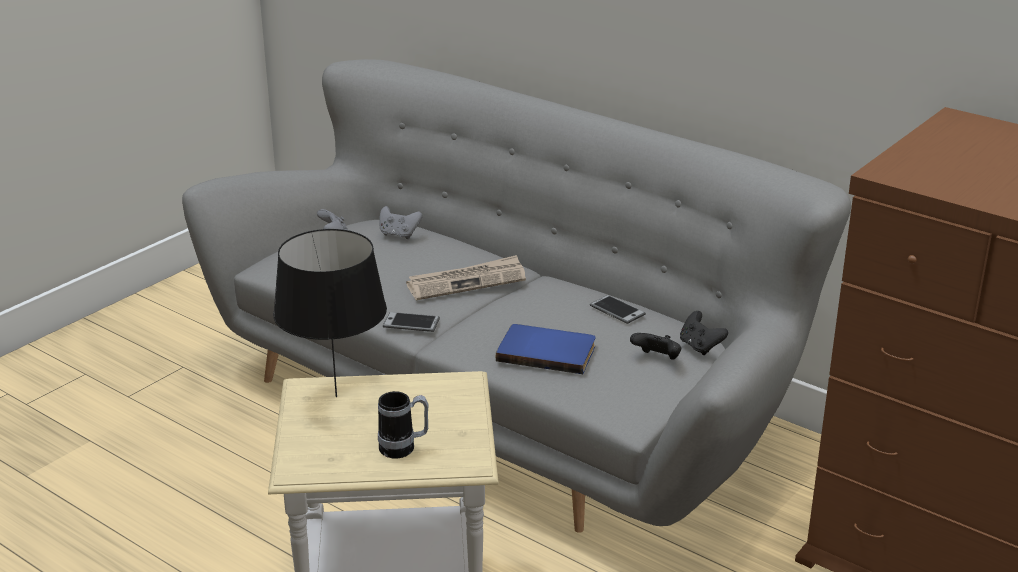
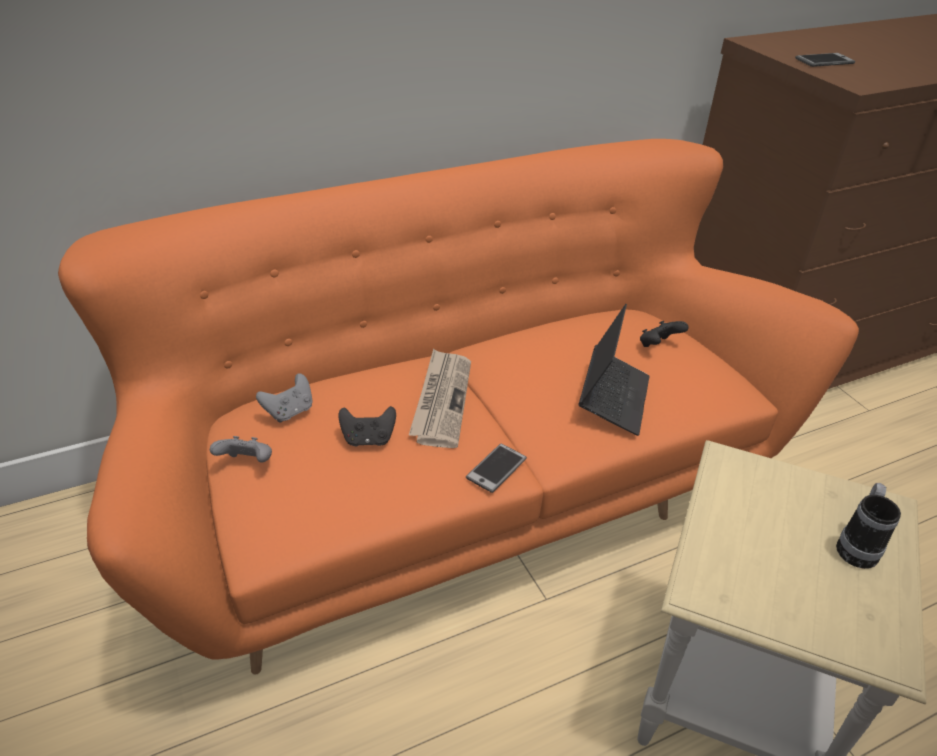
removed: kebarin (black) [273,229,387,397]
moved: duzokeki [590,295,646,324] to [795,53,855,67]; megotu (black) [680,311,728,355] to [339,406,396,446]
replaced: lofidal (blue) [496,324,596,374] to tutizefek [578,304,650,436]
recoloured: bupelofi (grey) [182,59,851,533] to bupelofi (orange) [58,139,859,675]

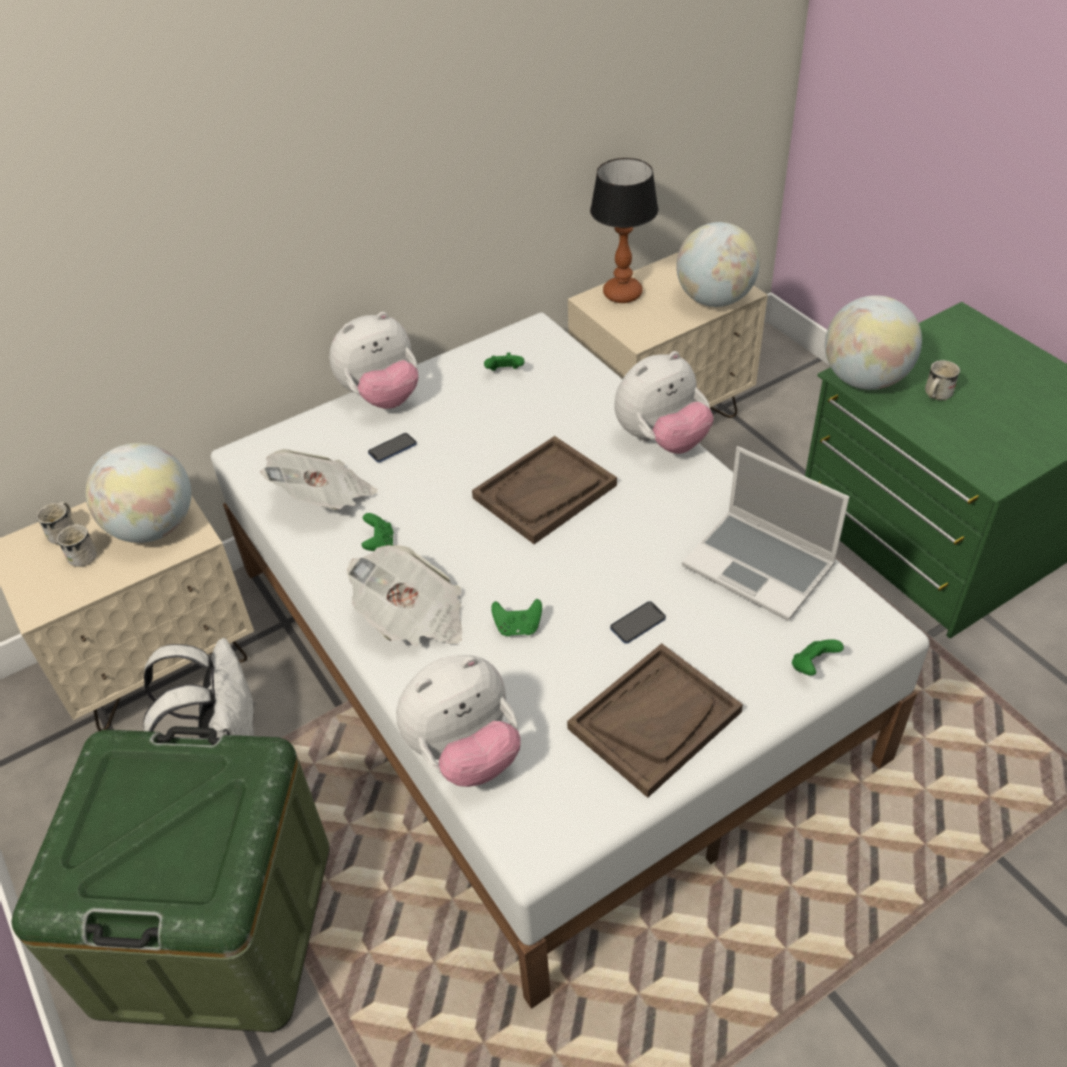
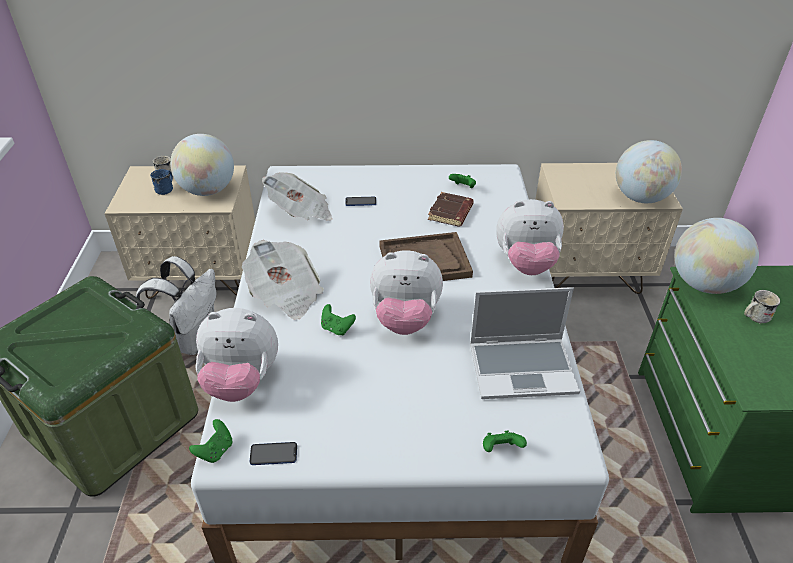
removed: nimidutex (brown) [567,643,743,798]; kebarin [590,158,658,303]
added: lofidal (brown) [428,192,474,227]
moved: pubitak [329,312,418,409] to [370,250,443,335]; megotu (green) [361,513,394,551] to [189,419,232,463]; duzokeki [610,601,666,644] to [249,442,297,465]
recoloured: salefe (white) [57,524,97,567] to salefe (blue) [150,169,173,195]
turned: tutizefek [682,446,849,621] = [470,287,580,399] 75 degrees counterclockwise

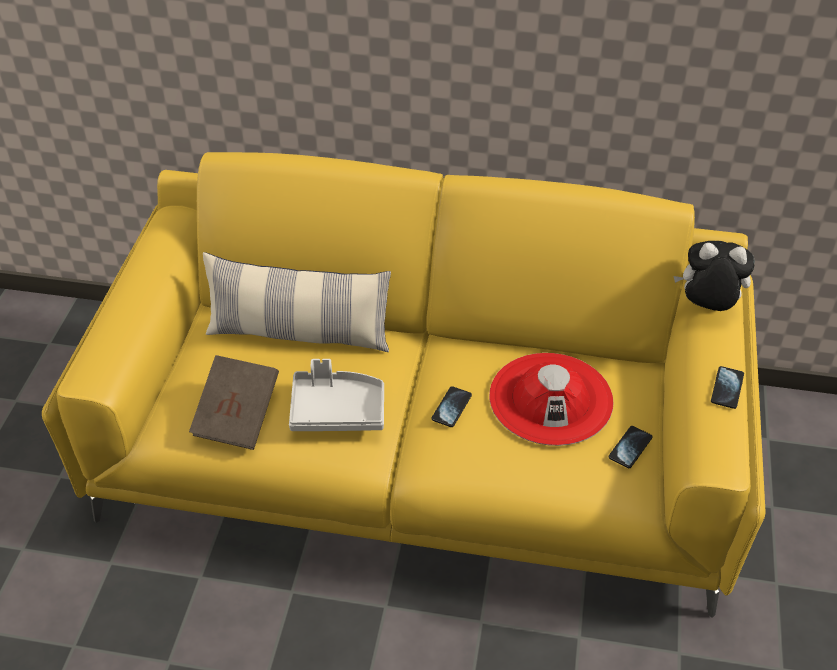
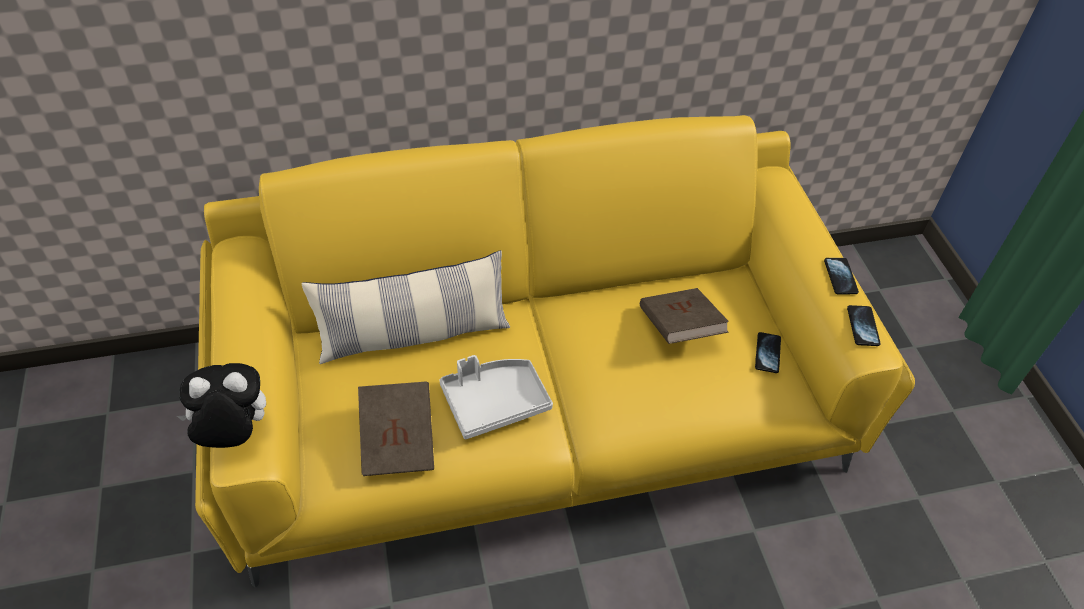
moved: duzokeki [432,386,472,427] to [847,305,881,346]; pubitak [673,241,755,311] to [177,363,266,448]
replaced: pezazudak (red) [489,353,613,446] to lofidal (brown) [640,288,729,344]

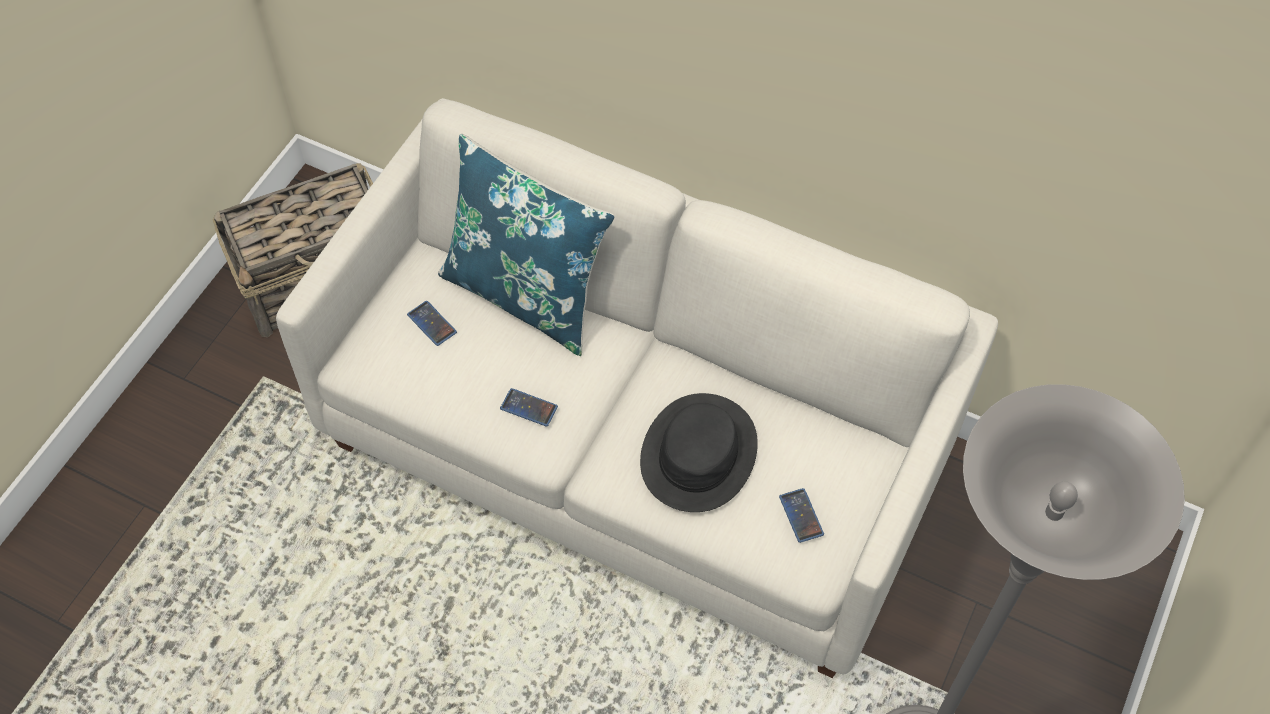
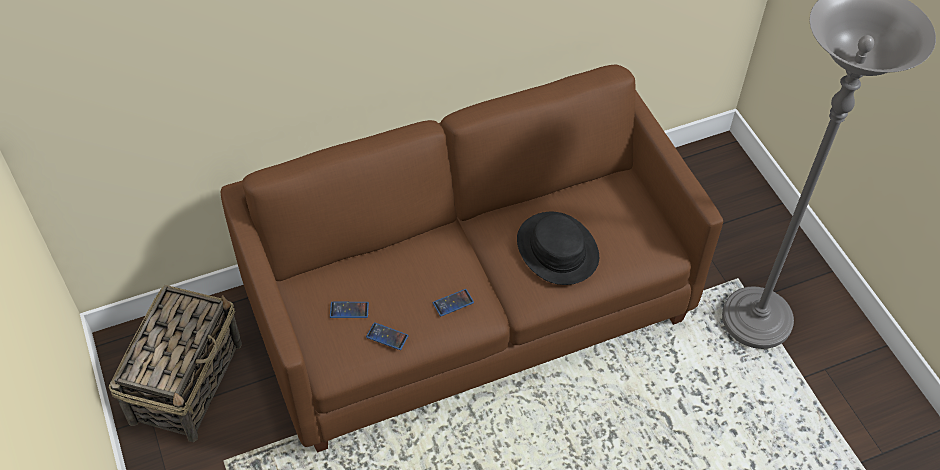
removed: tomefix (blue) [438,134,615,356]
moved: duzokeki [779,488,824,543] to [366,322,409,350]
recoloured: bupelofi (white) [276,98,998,678] to bupelofi (brown) [221,65,723,453]

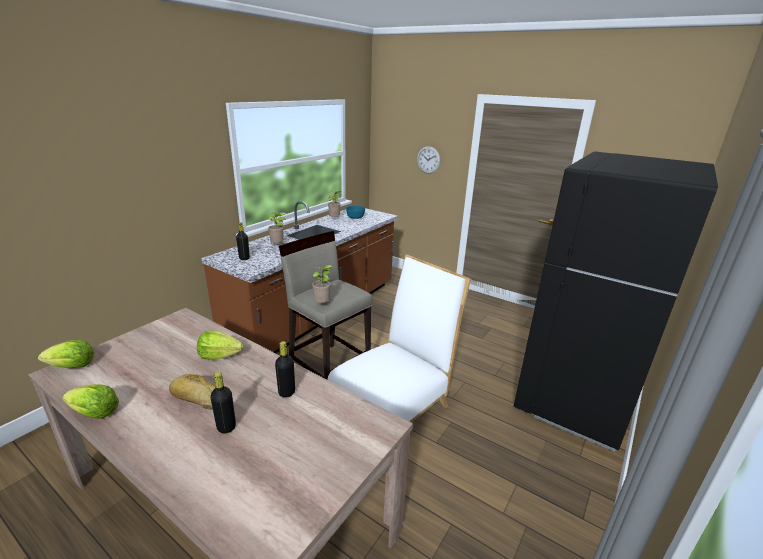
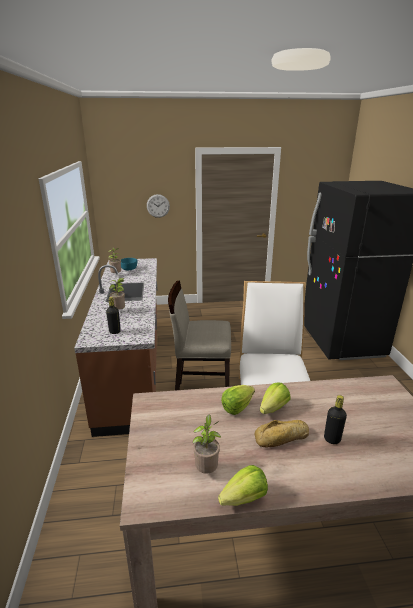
removed: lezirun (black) [275,341,295,398]
moved: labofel [38,340,94,368] to [260,382,291,414]; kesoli [312,265,332,303] to [192,415,221,474]

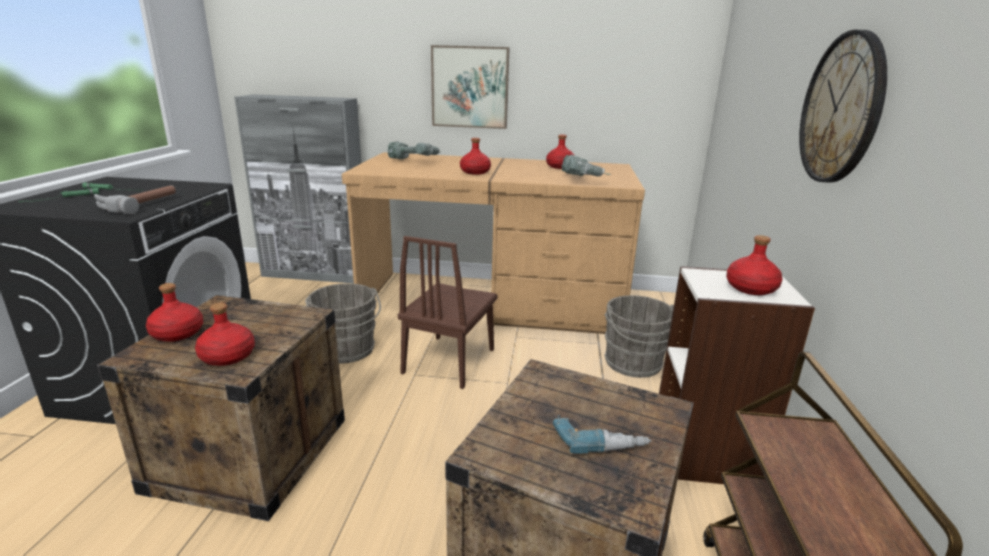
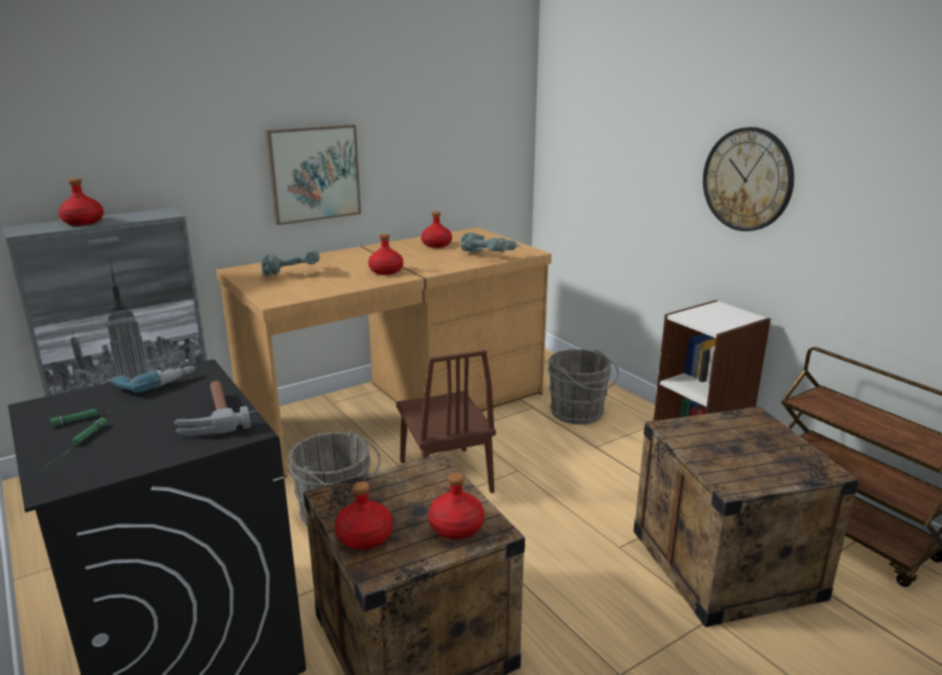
moved: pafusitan [553,415,651,454] to [111,366,196,393]; lezirun (red) [726,235,782,295] to [58,178,104,225]

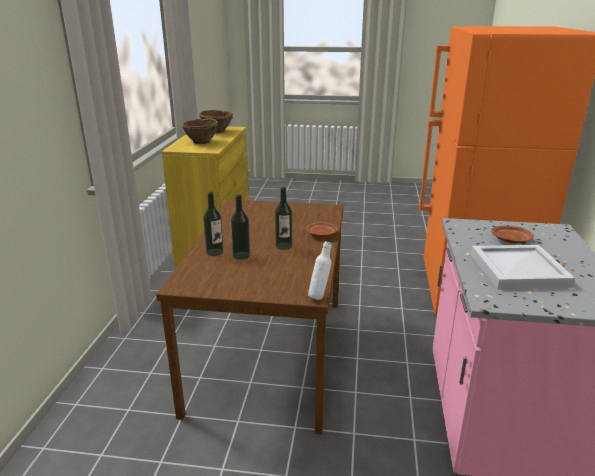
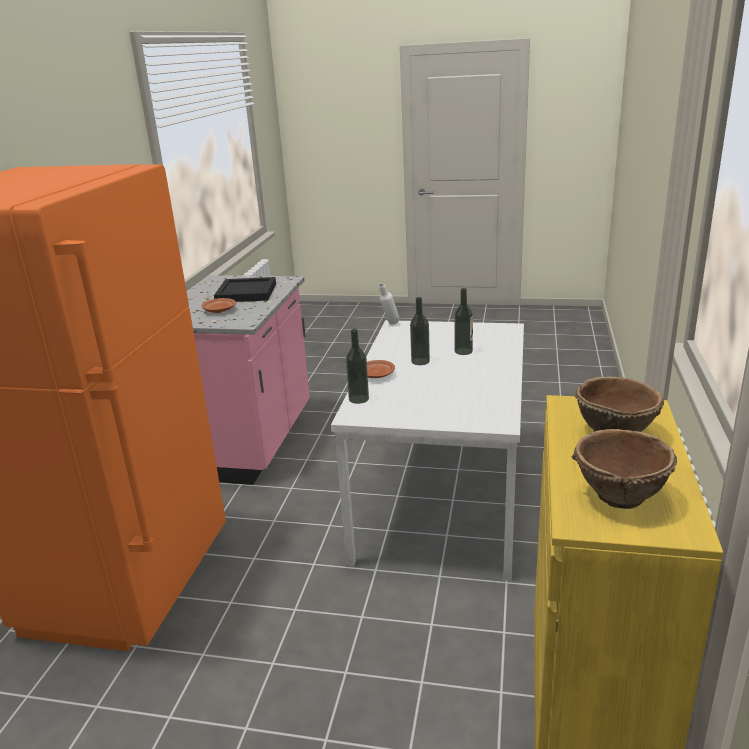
moved: lezirun [203,192,224,256] to [346,329,369,404]
recoloured: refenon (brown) [156,199,344,435] to refenon (white) [331,320,524,581]; nimidutex (white) [471,245,575,289] to nimidutex (black) [214,277,276,302]

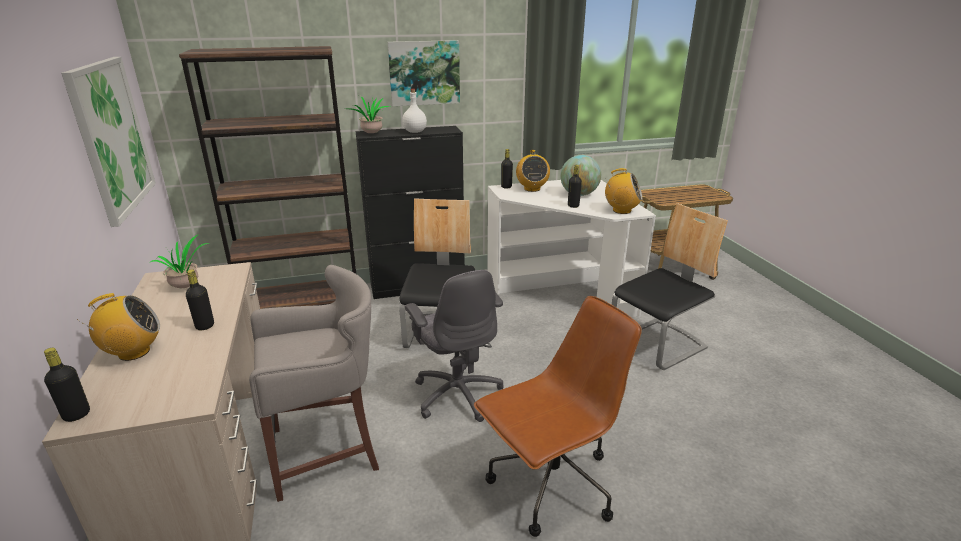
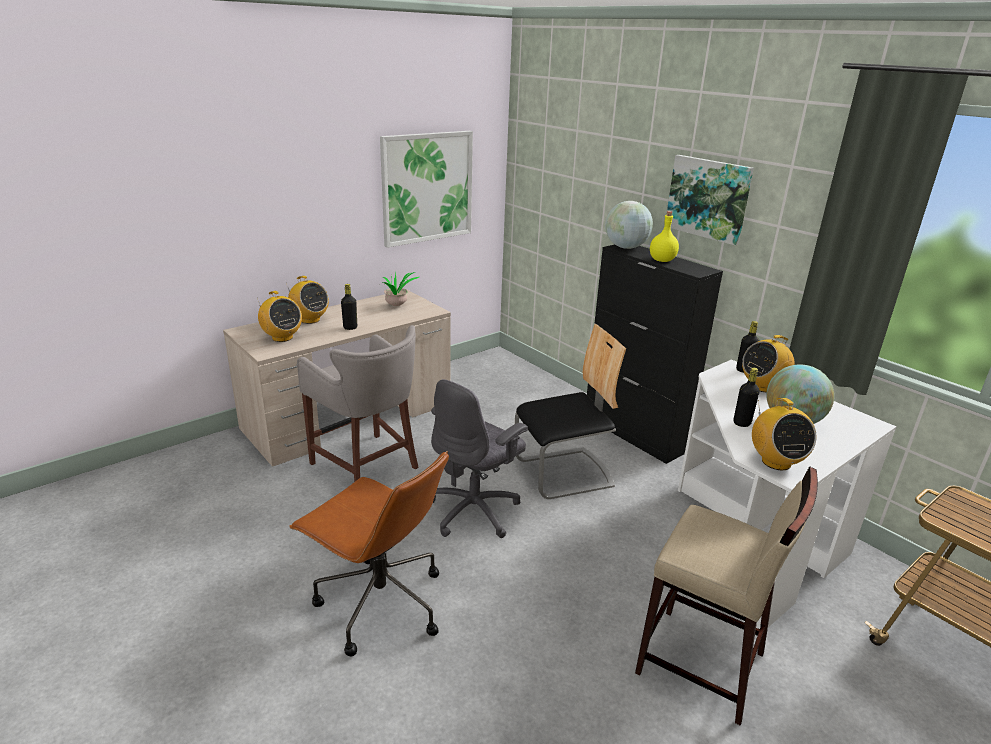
removed: lezirun (black) [44,348,90,422]; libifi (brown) [179,46,356,309]
added: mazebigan [257,291,302,342]
replaced: kesoli [350,95,390,133] to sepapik [605,201,653,249]; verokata [612,203,728,370] to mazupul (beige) [635,466,818,726]
recoloured: lezirun (white) [402,89,427,133] to lezirun (yellow) [650,211,679,262]

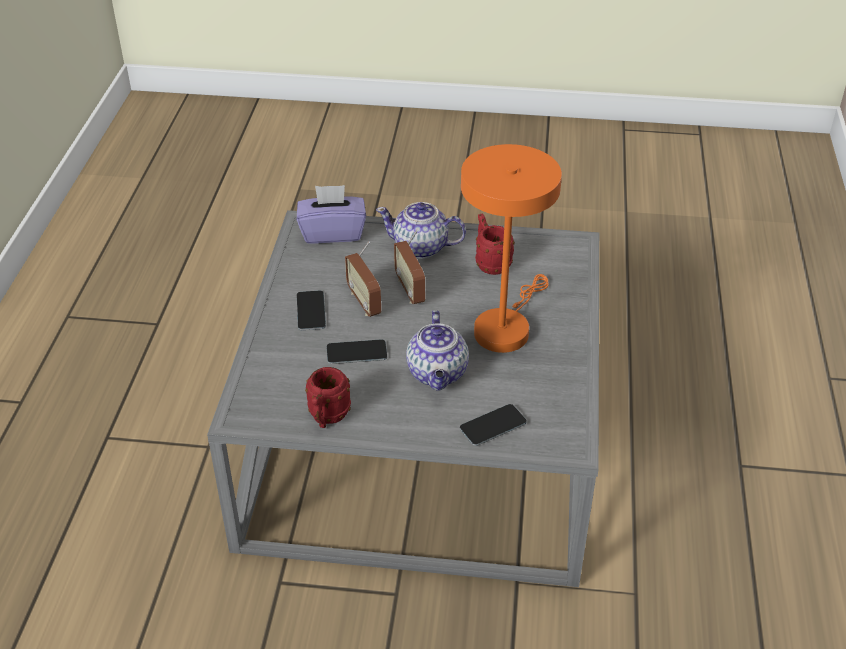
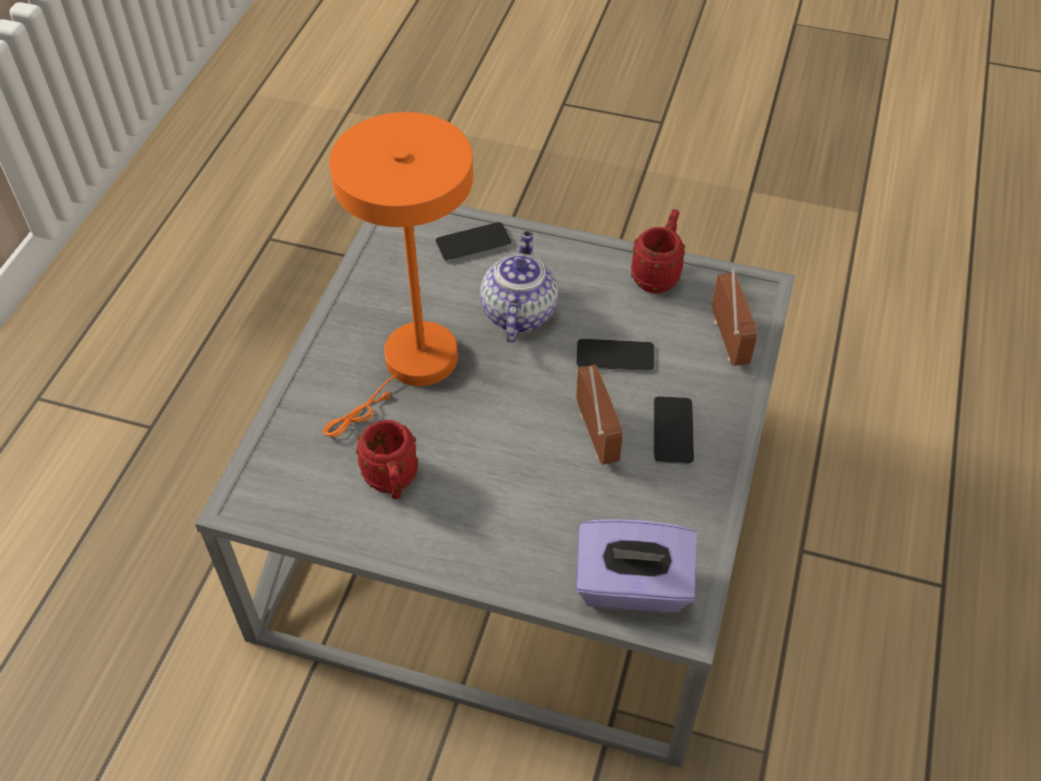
removed: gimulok [376,202,466,259]
moved: mazebigan [394,230,425,304] to [712,269,757,366]

